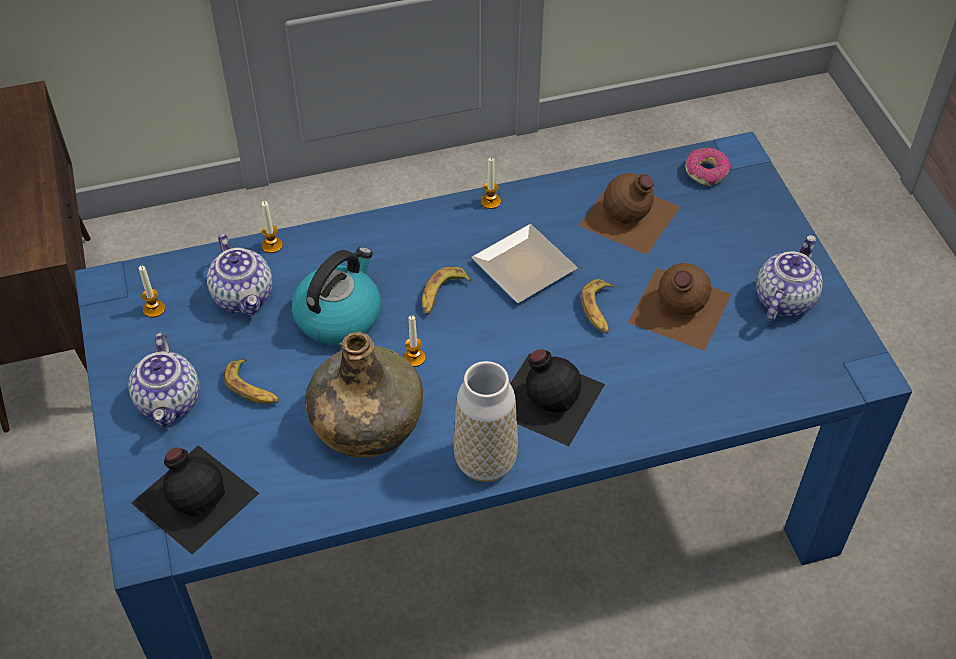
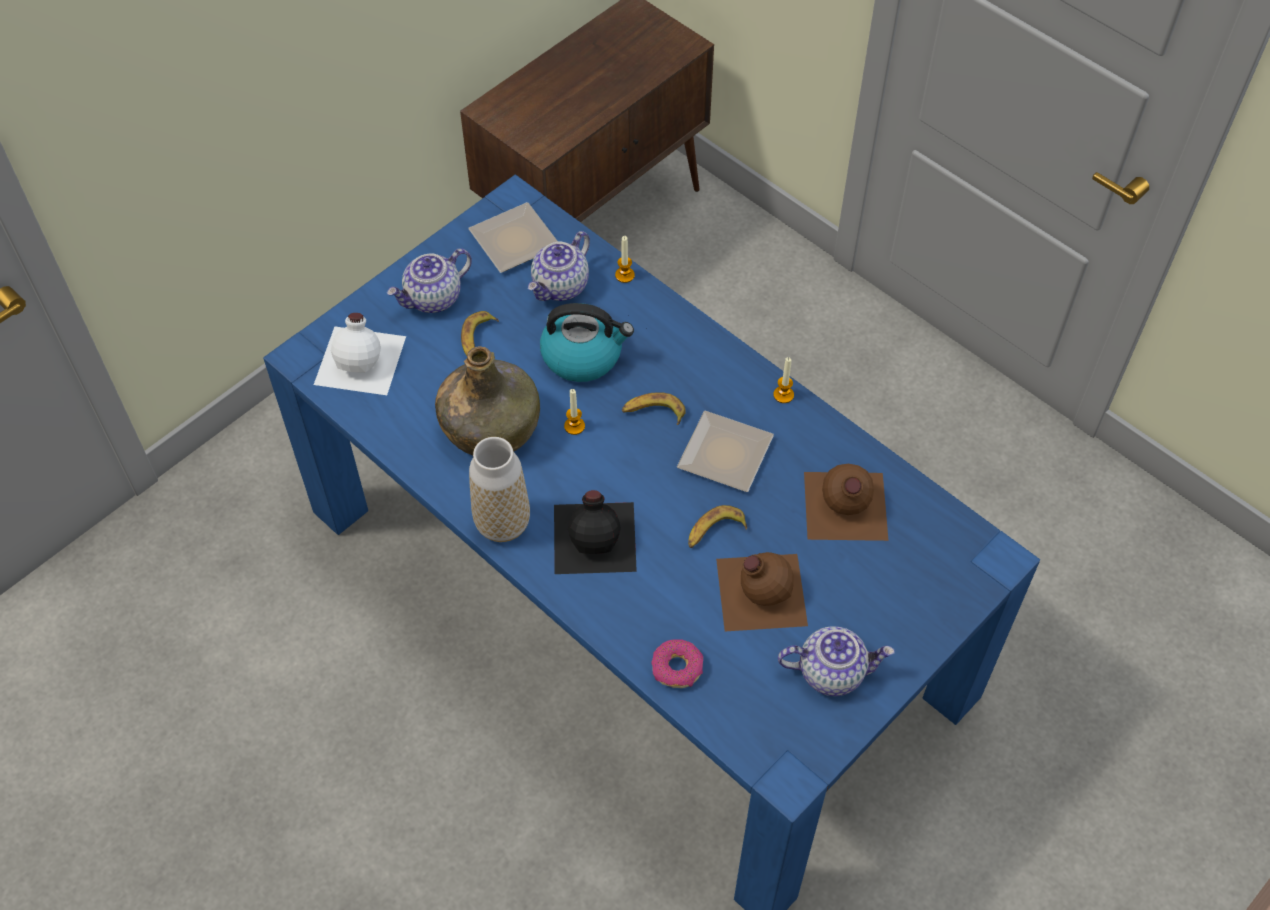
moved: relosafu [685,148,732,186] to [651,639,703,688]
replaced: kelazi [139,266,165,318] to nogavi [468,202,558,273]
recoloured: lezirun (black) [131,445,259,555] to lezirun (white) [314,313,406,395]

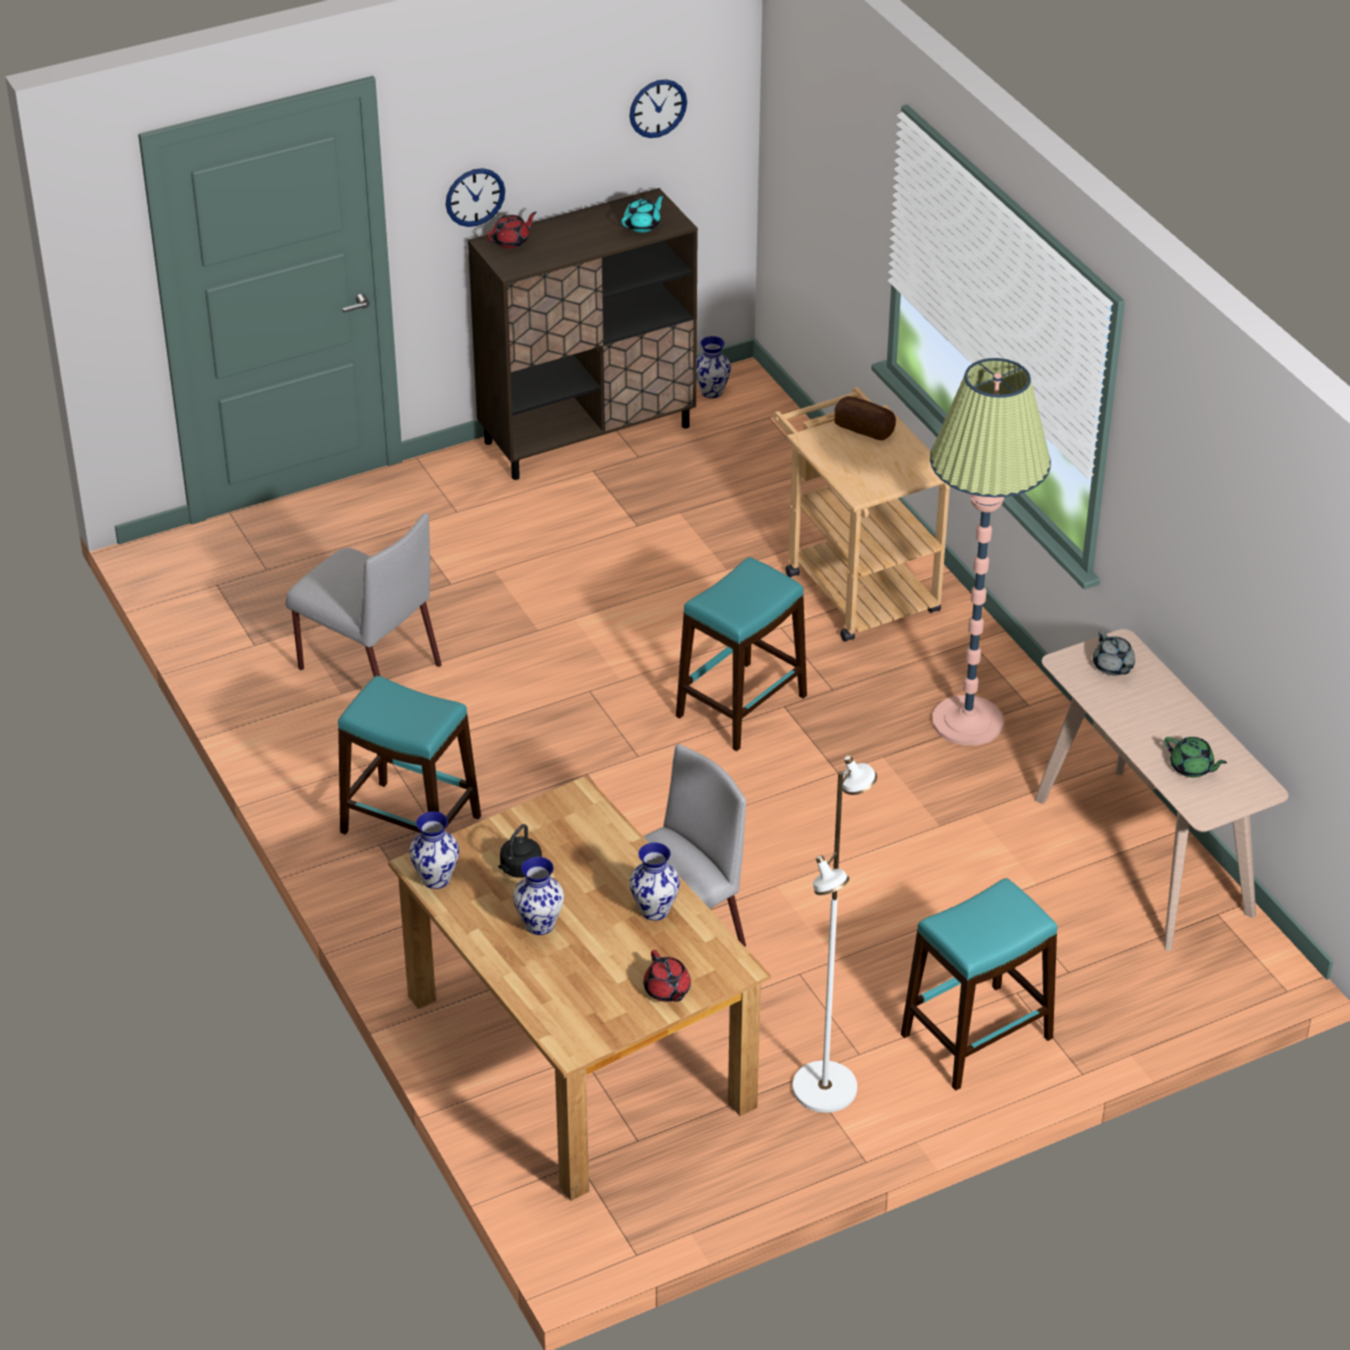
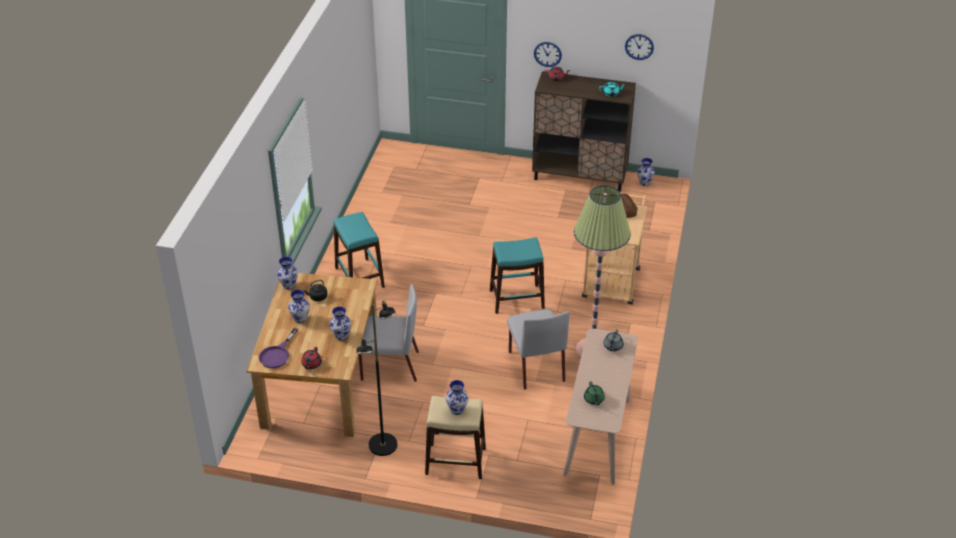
added: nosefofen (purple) [259,328,298,368]; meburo [446,380,469,415]
moved: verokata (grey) [285,513,442,677] to [507,309,570,390]
recoloured: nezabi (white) [792,755,877,1113] to nezabi (black) [356,301,397,456]; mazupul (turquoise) [901,878,1057,1091] to mazupul (beige) [425,396,486,479]

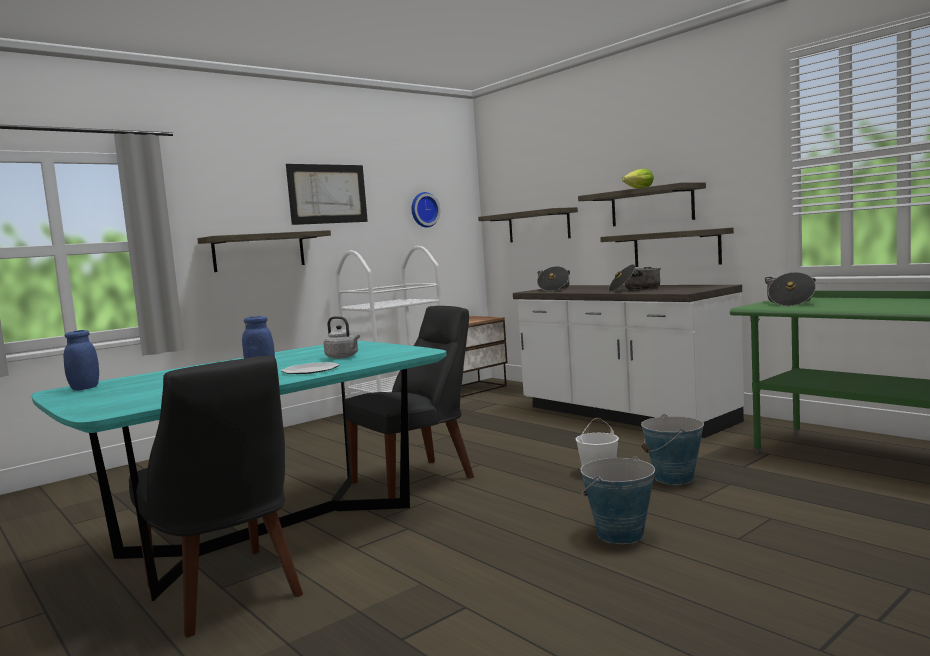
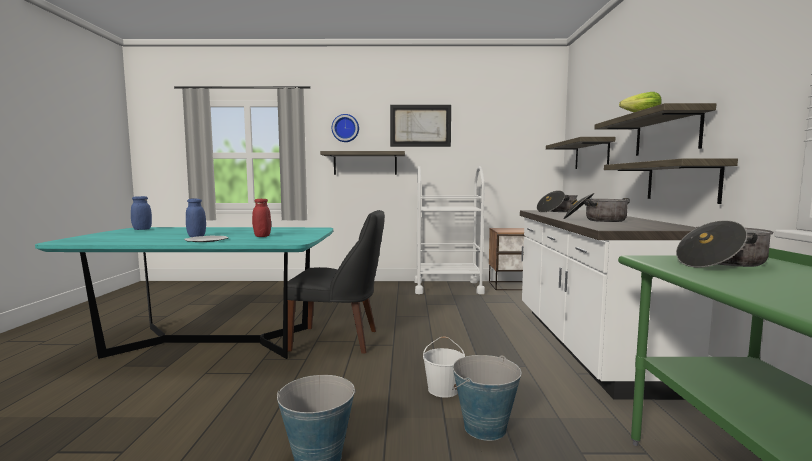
removed: verokata (black) [129,356,303,638]
moved: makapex [412,192,441,228] to [332,114,359,142]
replaced: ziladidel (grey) [324,316,360,359] to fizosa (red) [252,199,271,237]

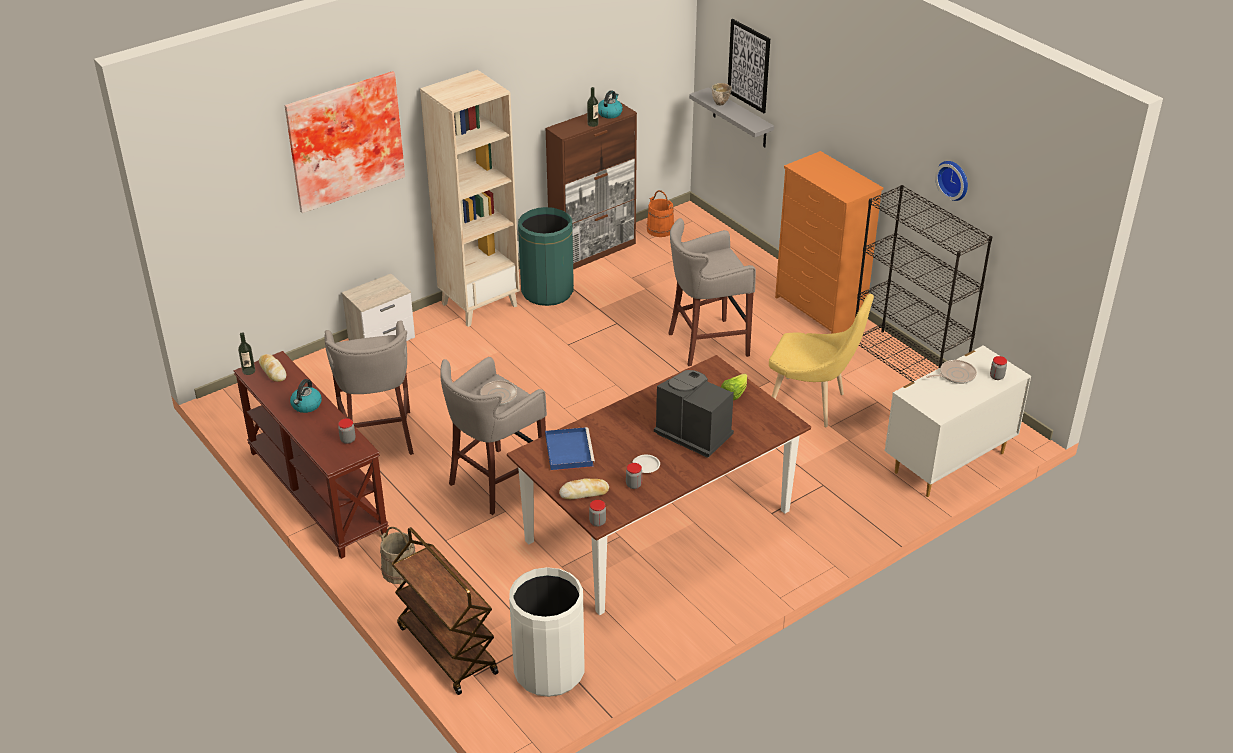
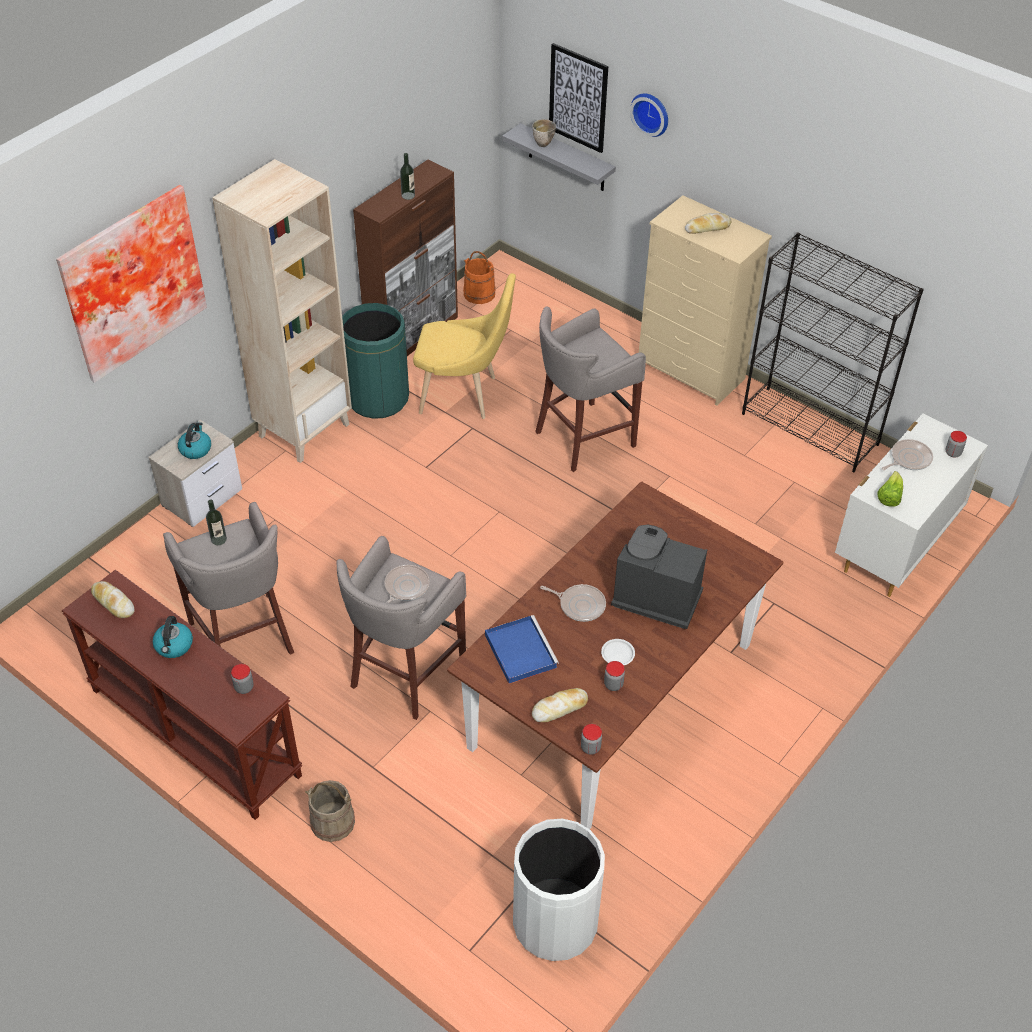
removed: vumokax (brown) [392,527,499,695]
added: nosefofen [540,584,606,622]; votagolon [685,213,732,234]
moved: lezirun [238,332,255,375] to [206,499,227,545]; ziladidel [598,90,623,118] to [178,422,211,459]; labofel [721,374,747,400] to [877,471,903,507]; verokata (yellow) [769,294,874,427] to [413,273,516,419]; makapex [935,161,968,201] to [630,93,668,137]
recoloured: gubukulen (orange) [775,151,883,334] to gubukulen (beige) [639,195,772,405]

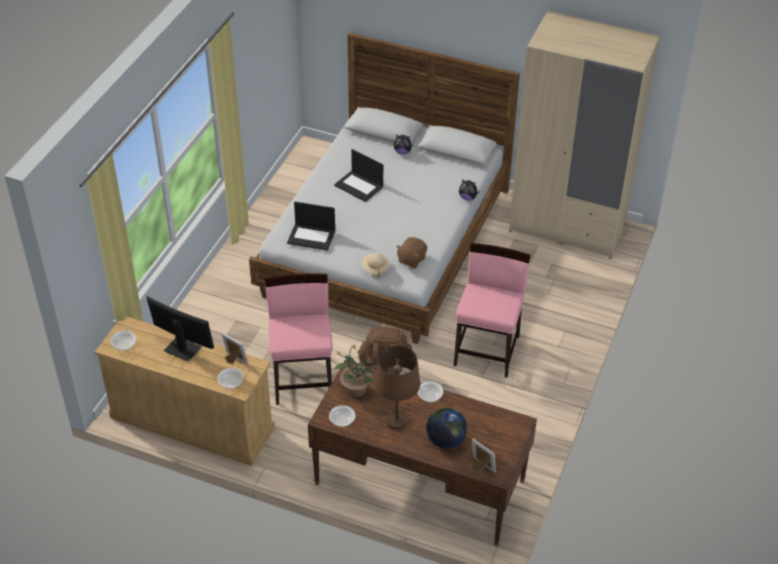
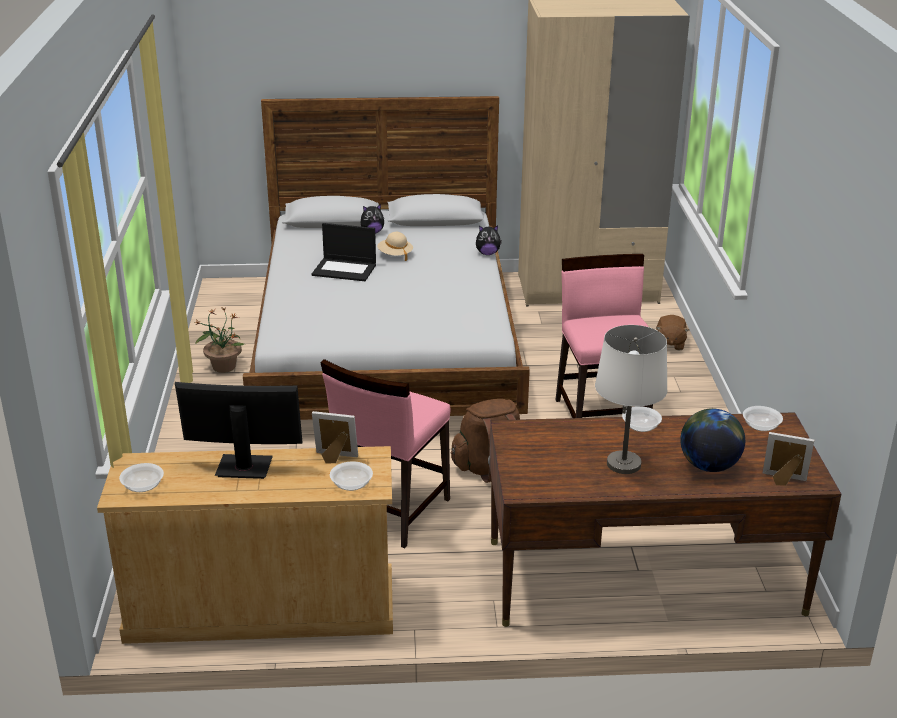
removed: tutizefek [287,202,335,250]
moved: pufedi [329,405,355,427] to [743,406,783,431]; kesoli [334,345,375,397] to [195,307,246,373]; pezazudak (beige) [362,253,390,278] to [377,232,413,261]; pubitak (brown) [396,237,427,268] to [656,315,689,350]
recoloured: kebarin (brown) [375,346,420,430] to kebarin (white) [595,325,667,474]
turned: verokata (pink) [265,273,333,405] = [320,359,450,548] 120 degrees counterclockwise

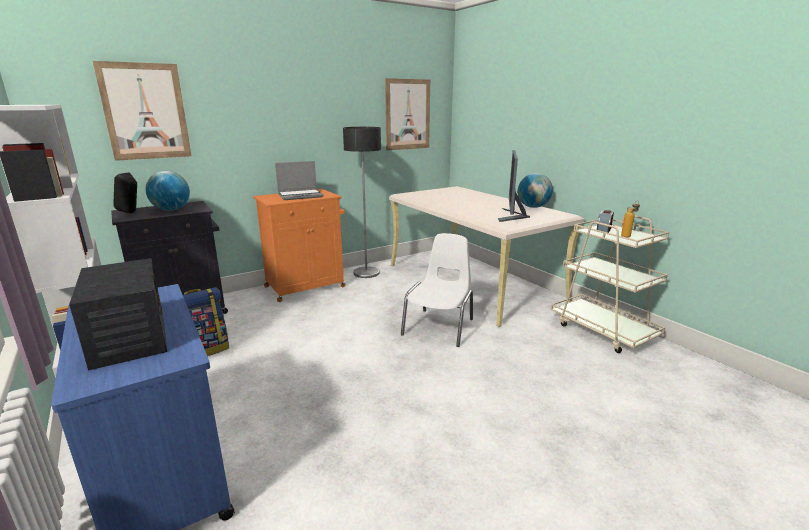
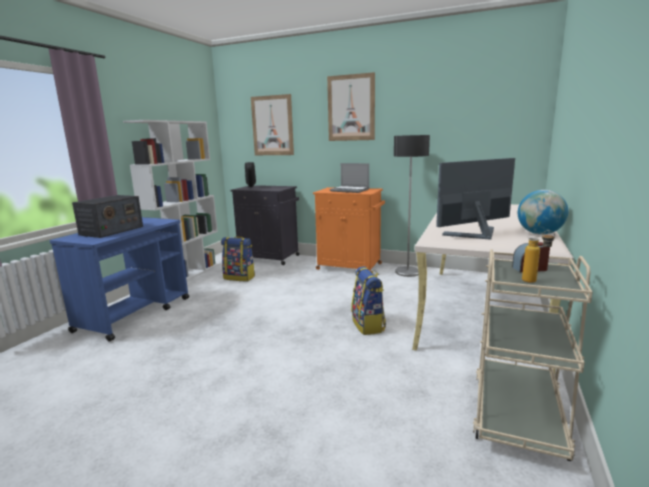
removed: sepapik [145,171,190,211]
moved: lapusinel [385,78,430,150] to [327,72,375,141]
replaced: verokata (white) [401,233,473,347] to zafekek [351,266,386,335]

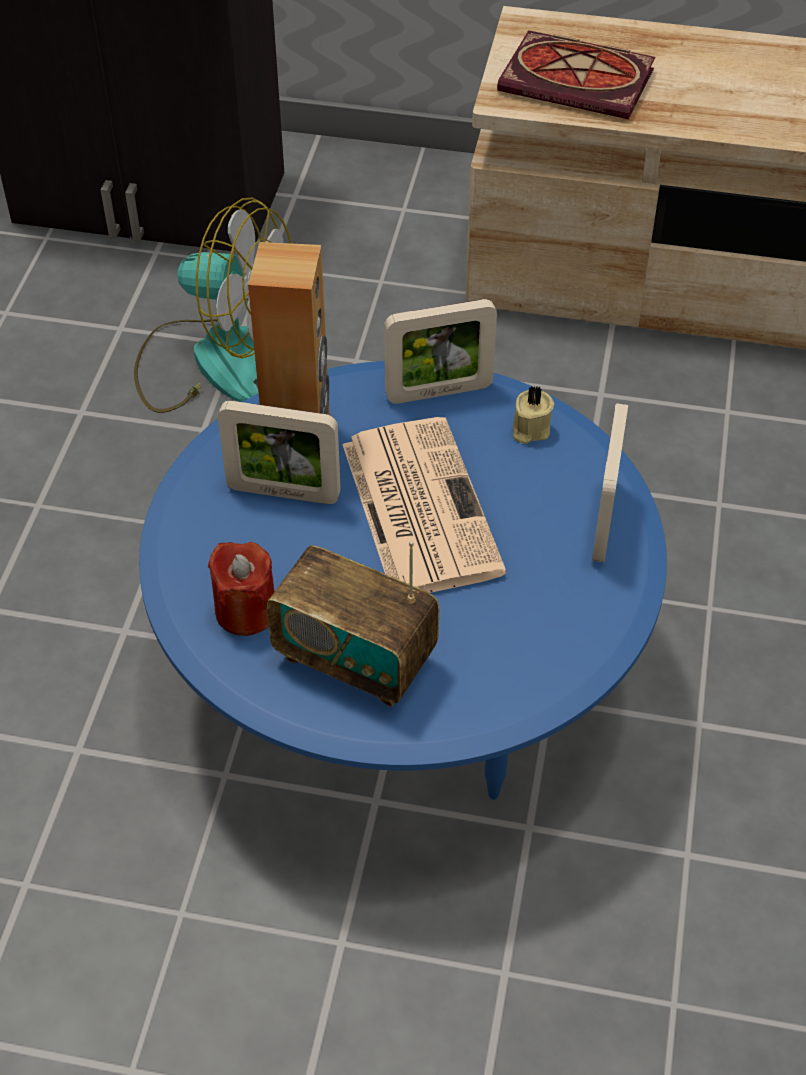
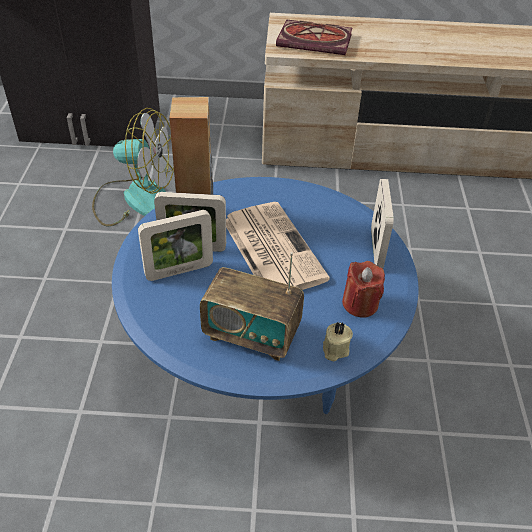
moved: kelazi (red) [208,542,274,636] to [342,261,385,317]; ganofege [384,299,497,404] to [138,210,213,281]; kelazi (beige) [513,385,554,444] to [323,322,353,361]

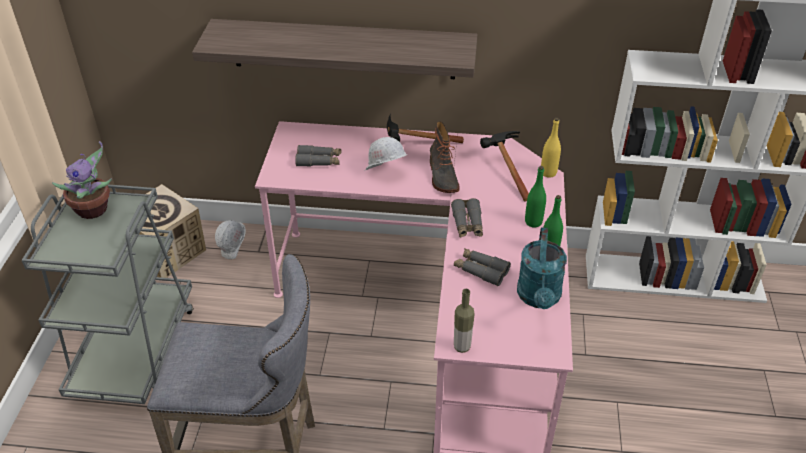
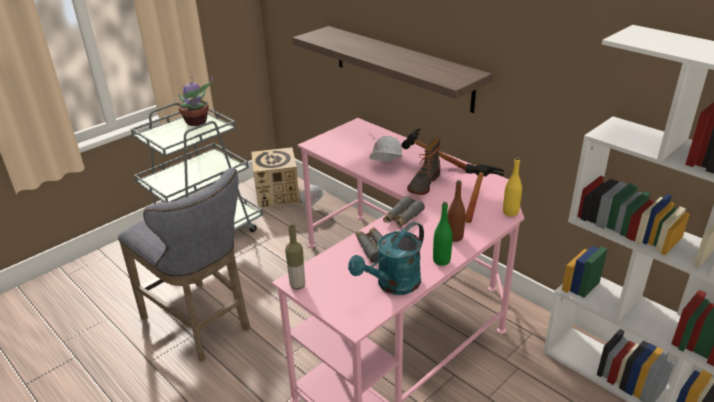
removed: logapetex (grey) [295,145,342,167]
recoloured: lezirun (green) [525,166,546,228] to lezirun (brown) [447,180,466,242]

